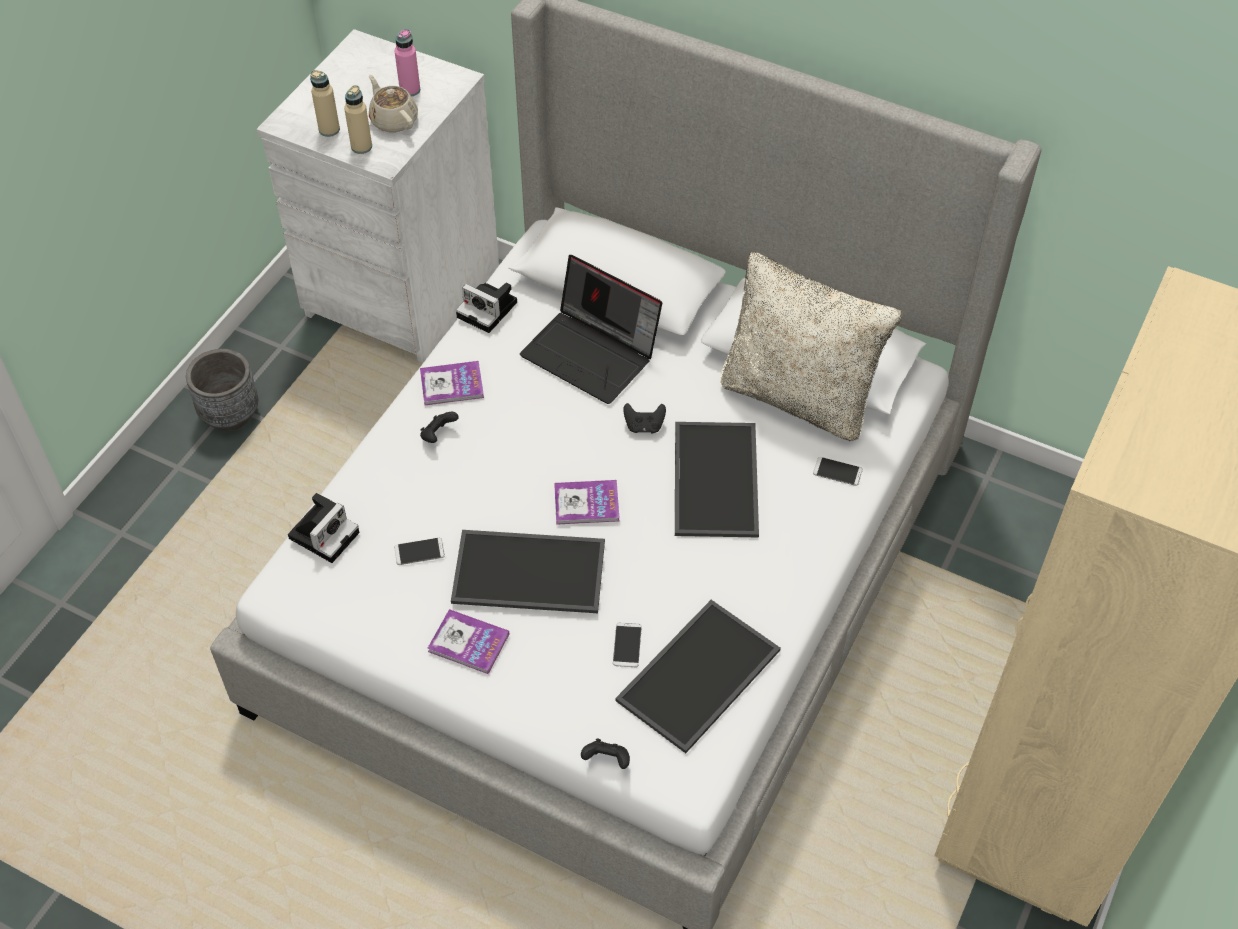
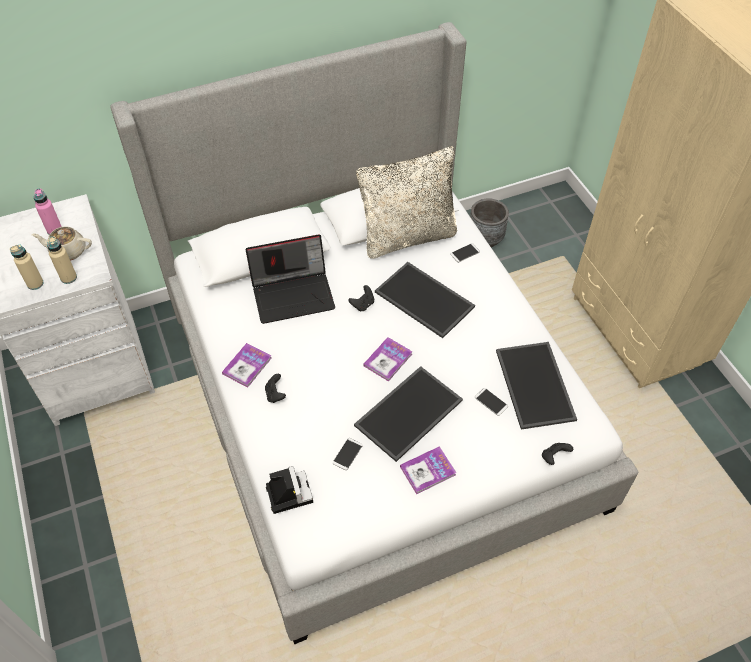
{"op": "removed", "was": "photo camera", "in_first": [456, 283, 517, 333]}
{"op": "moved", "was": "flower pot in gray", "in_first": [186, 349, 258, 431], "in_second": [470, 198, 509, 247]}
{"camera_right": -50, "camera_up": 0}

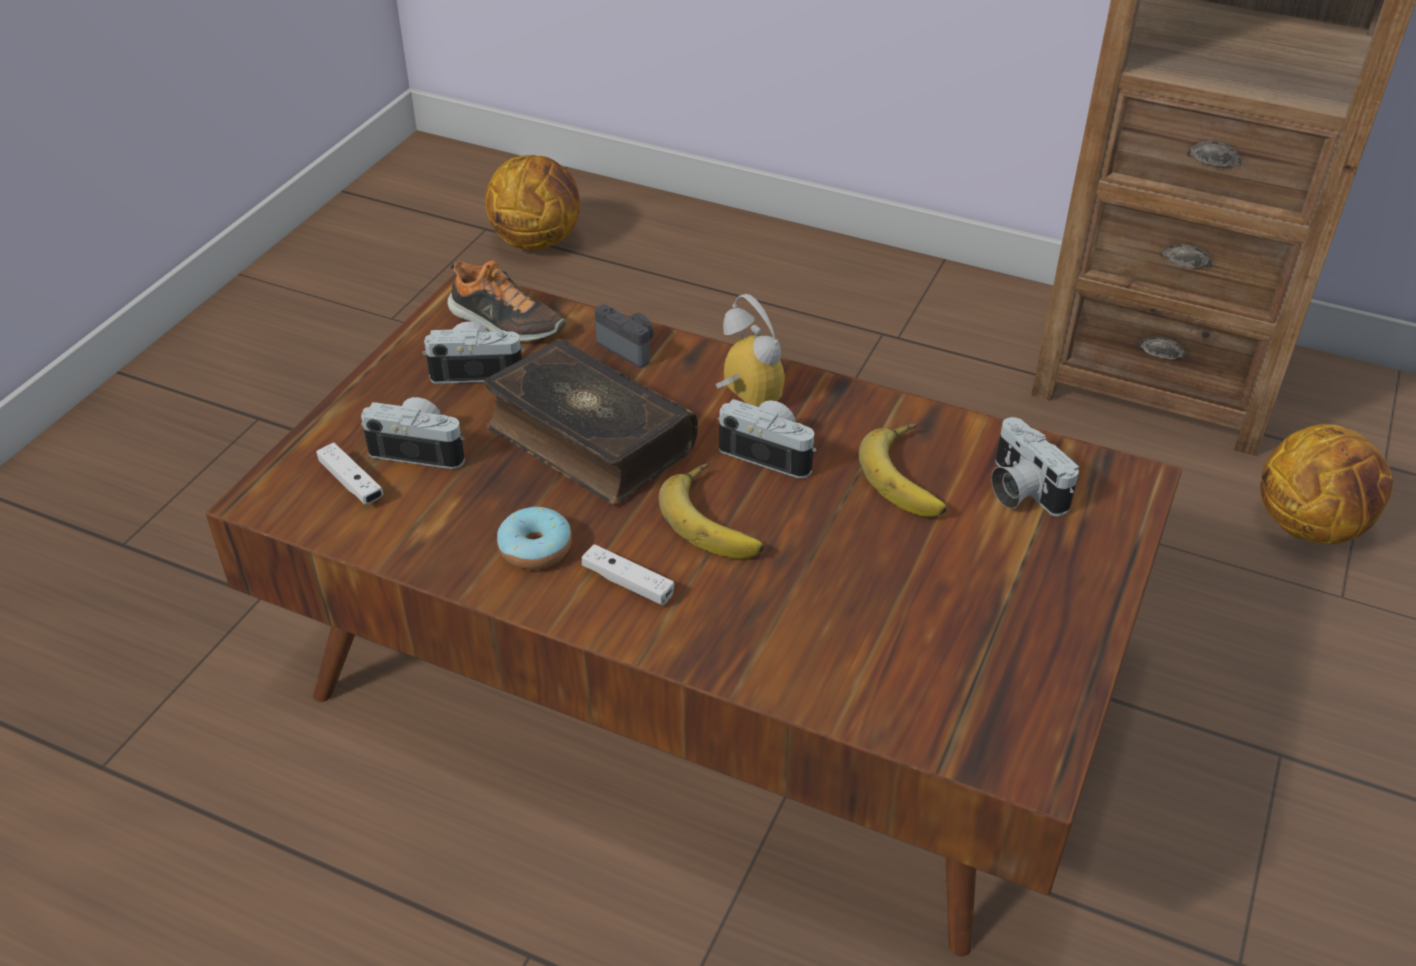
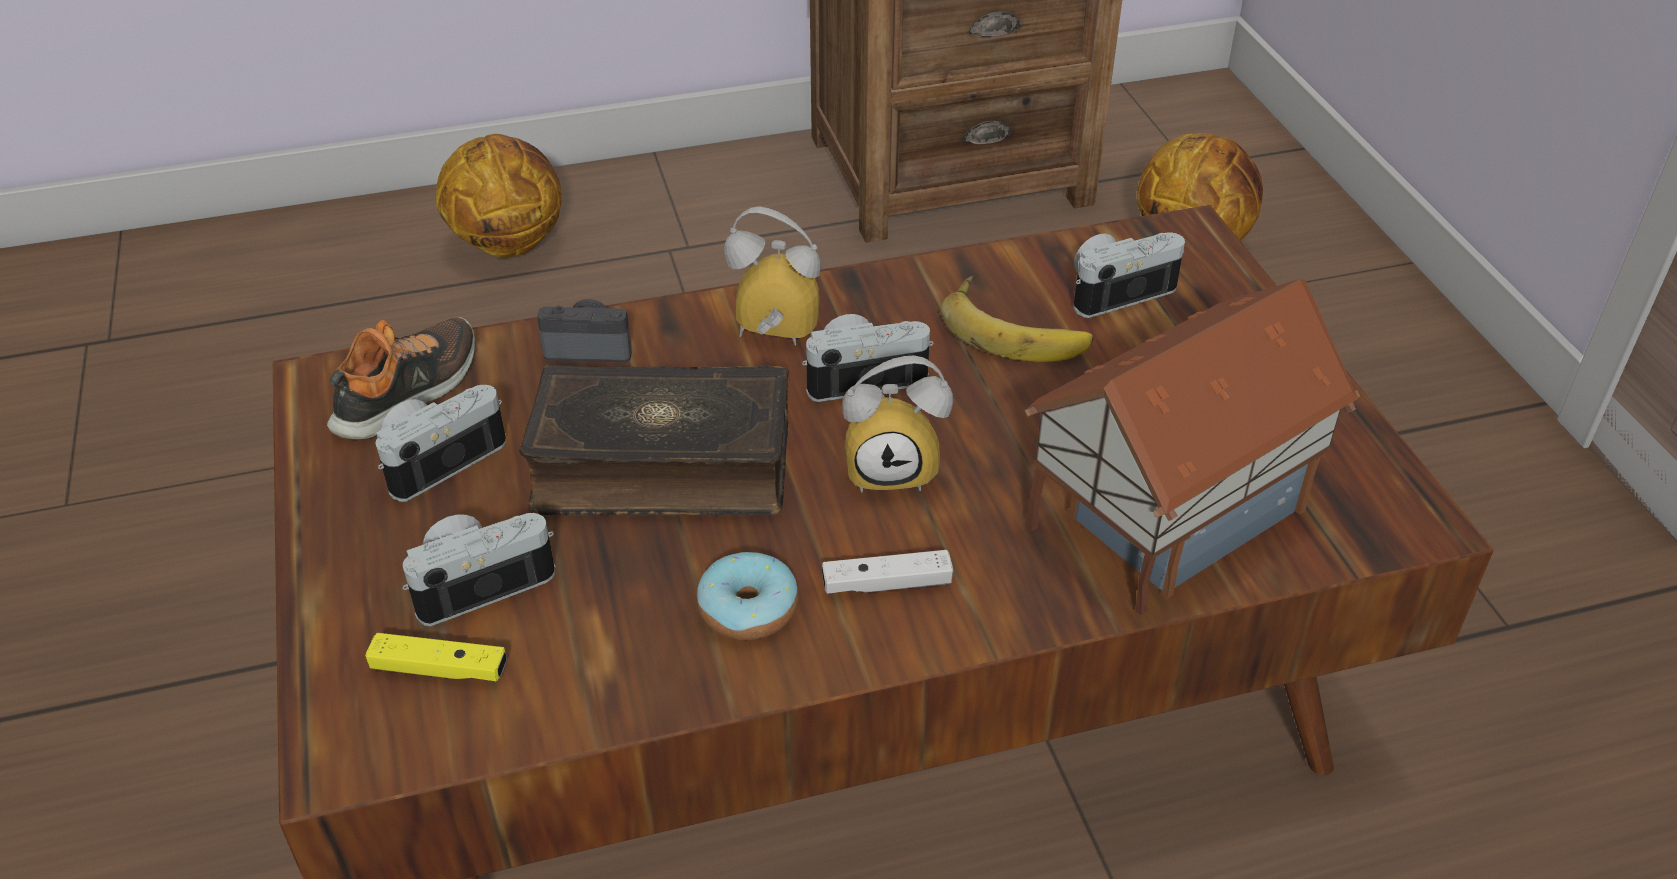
{"op": "added", "now": "toy house", "in_second": [1025, 279, 1360, 615]}
{"op": "moved", "was": "ball for basketball", "in_first": [485, 155, 580, 251], "in_second": [436, 134, 561, 259]}
{"op": "replaced", "was": "banana fruit", "now": "alarm clock", "in_first": [659, 463, 764, 559], "in_second": [842, 355, 953, 492]}
{"op": "recoloured", "was": "gamepad in white", "now": "gamepad in yellowish", "in_first": [316, 442, 383, 504], "in_second": [365, 633, 507, 681]}
{"op": "turned", "was": "shoe", "in_first": [447, 260, 566, 342], "in_second": [327, 317, 475, 440], "clockwise": -45}
{"op": "turned", "was": "photo camera", "in_first": [991, 417, 1079, 516], "in_second": [1073, 232, 1185, 318], "clockwise": 135}
{"camera_right": -40, "camera_up": 0}

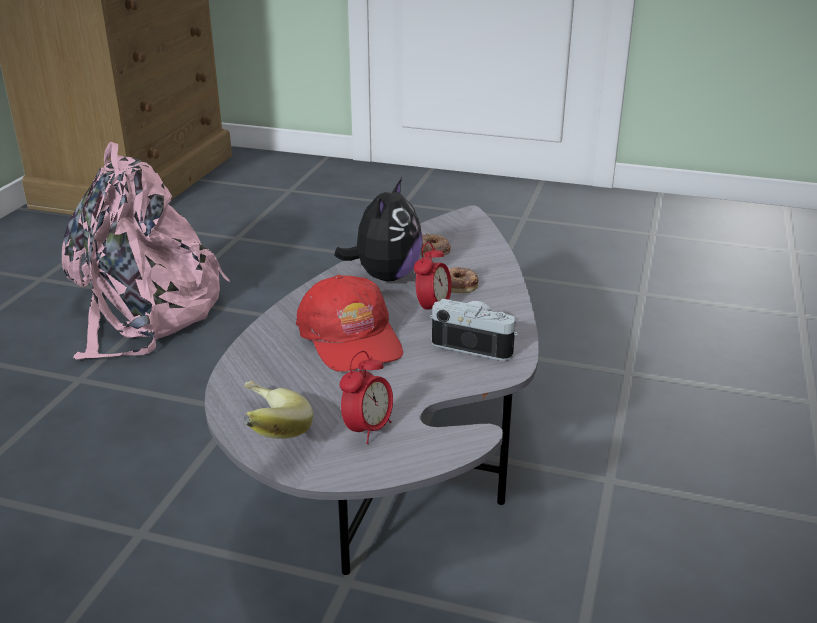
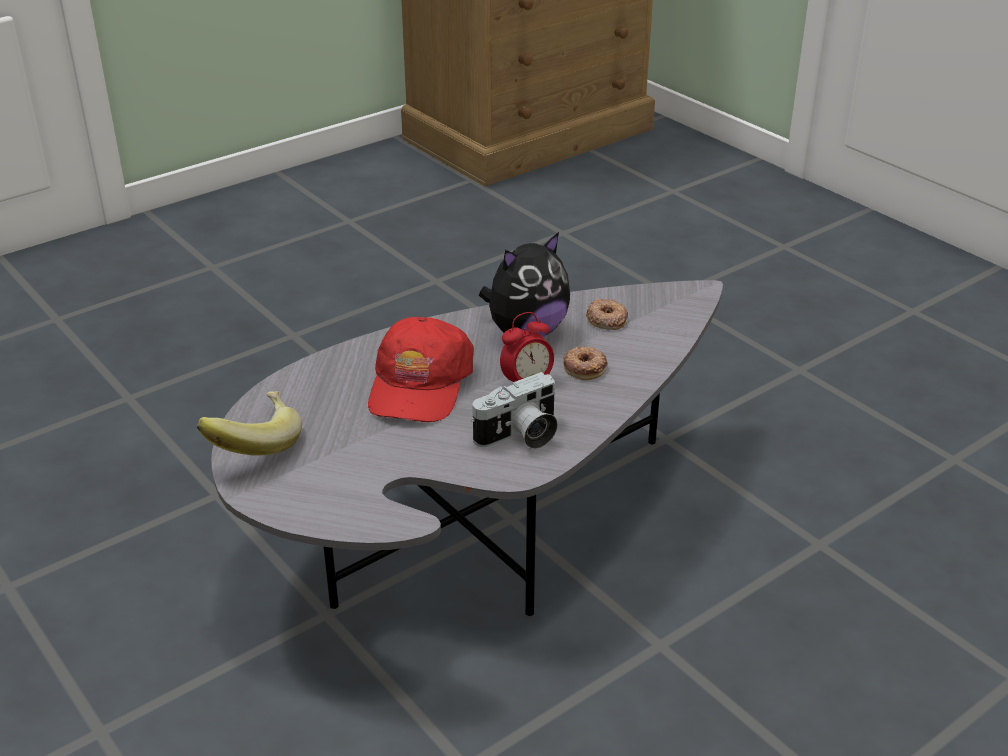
{"op": "removed", "was": "knapsack in pinkish", "in_first": [62, 142, 230, 360]}
{"op": "removed", "was": "alarm clock", "in_first": [340, 351, 393, 444]}
{"op": "turned", "was": "photo camera", "in_first": [430, 298, 518, 361], "in_second": [471, 372, 558, 449], "clockwise": 90}
{"camera_right": 35, "camera_up": 5}

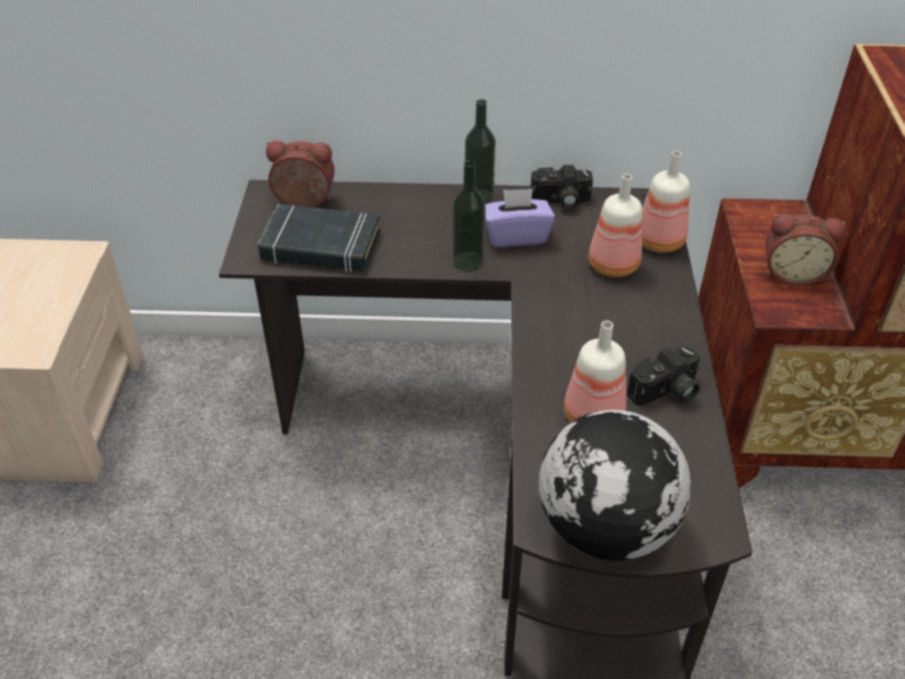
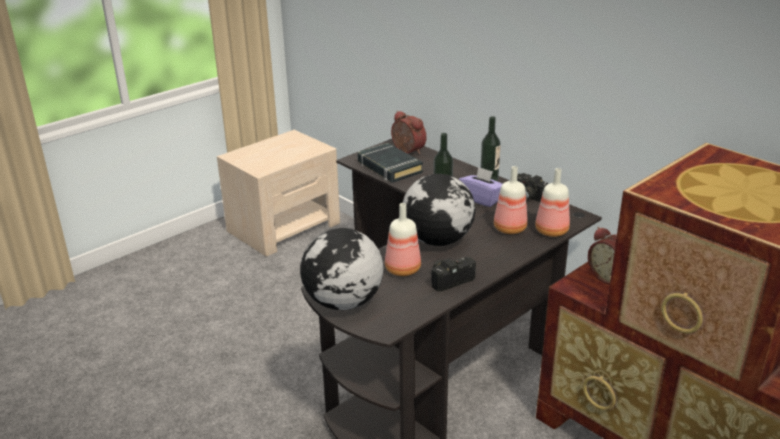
{"op": "added", "now": "world globe", "in_second": [403, 174, 475, 246]}
{"op": "turned", "was": "photo camera", "in_first": [627, 346, 700, 405], "in_second": [431, 257, 476, 292], "clockwise": 135}
{"camera_right": 45, "camera_up": -15}

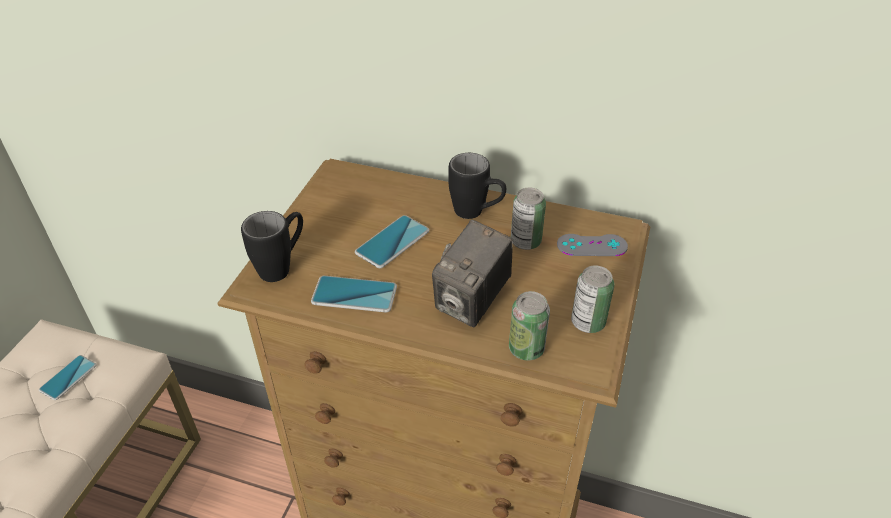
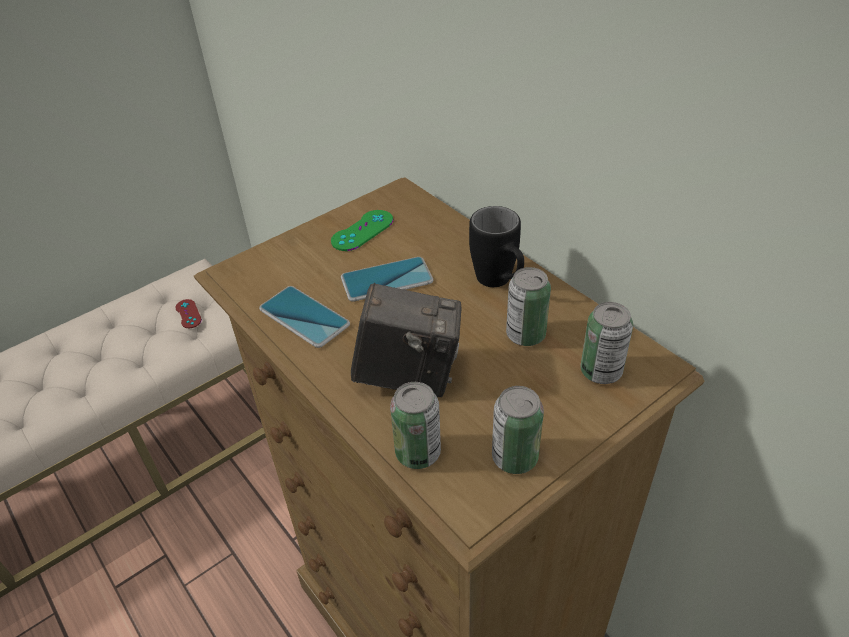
{"op": "removed", "was": "mug in black-coloured", "in_first": [241, 211, 303, 282]}
{"op": "added", "now": "gamepad in greenish", "in_second": [331, 210, 393, 251]}
{"op": "replaced", "was": "handset", "now": "gamepad in reddish", "in_first": [39, 355, 97, 400], "in_second": [175, 299, 202, 328]}
{"op": "replaced", "was": "gamepad in gray", "now": "sealed can", "in_first": [557, 234, 628, 256], "in_second": [580, 302, 633, 384]}
{"op": "turned", "was": "photo camera", "in_first": [432, 220, 513, 327], "in_second": [351, 283, 462, 397], "clockwise": -150}
{"camera_right": 35, "camera_up": 0}

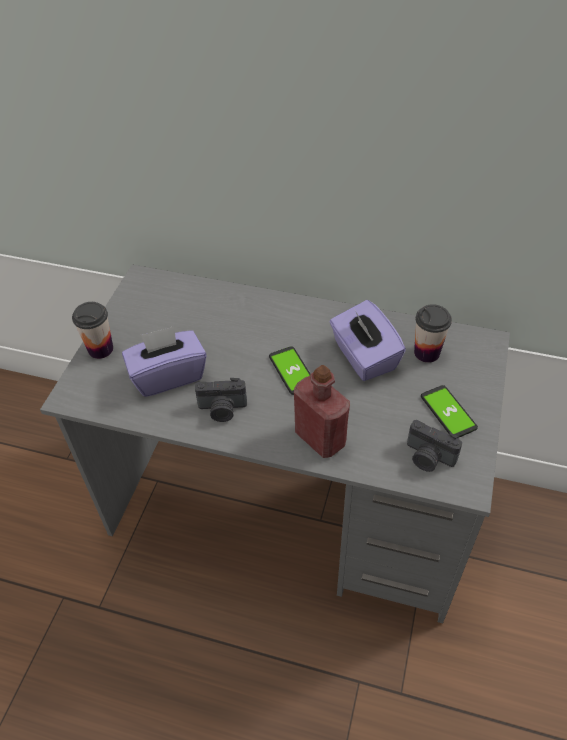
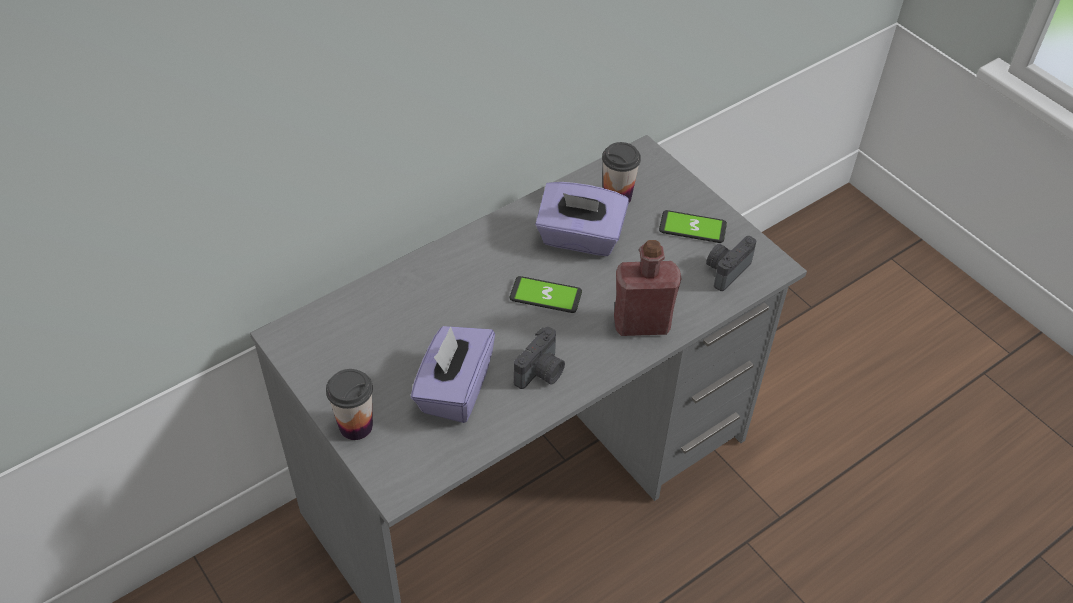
{"op": "turned", "was": "photo camera", "in_first": [407, 420, 462, 472], "in_second": [706, 236, 756, 291], "clockwise": 150}
{"camera_right": -55, "camera_up": 0}

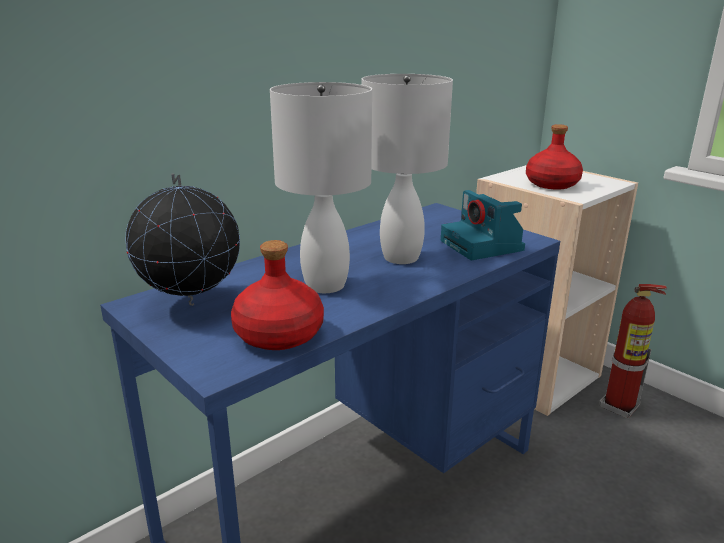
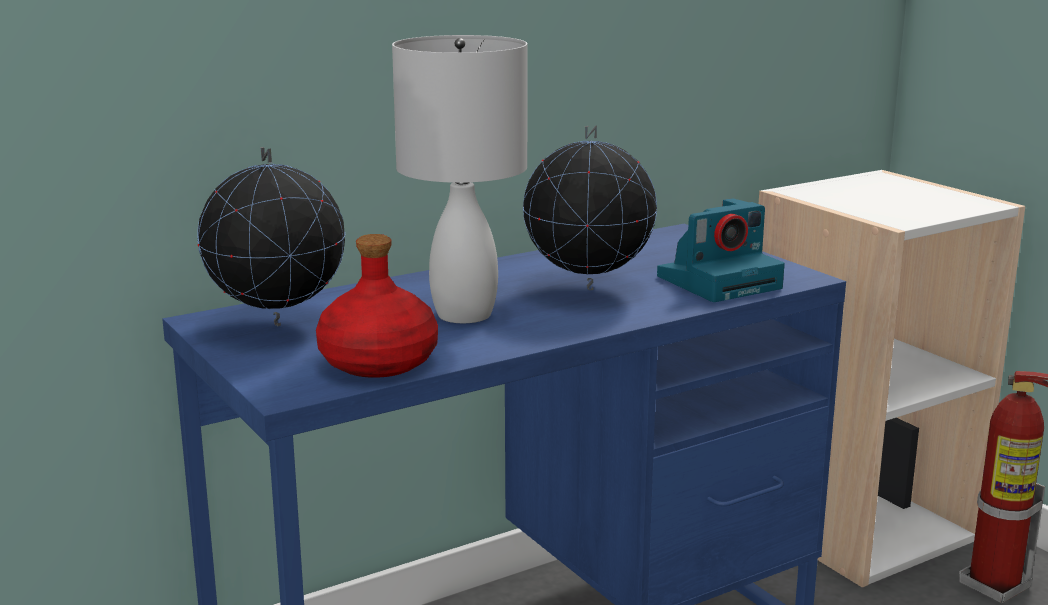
{"op": "removed", "was": "beverage bottle in reddish", "in_first": [526, 124, 583, 189]}
{"op": "replaced", "was": "tabletop lamp in white", "now": "world globe", "in_first": [362, 74, 453, 264], "in_second": [523, 125, 657, 290]}
{"op": "turned", "was": "photo camera", "in_first": [441, 190, 525, 260], "in_second": [657, 198, 785, 302], "clockwise": -105}
{"camera_right": 10, "camera_up": -5}

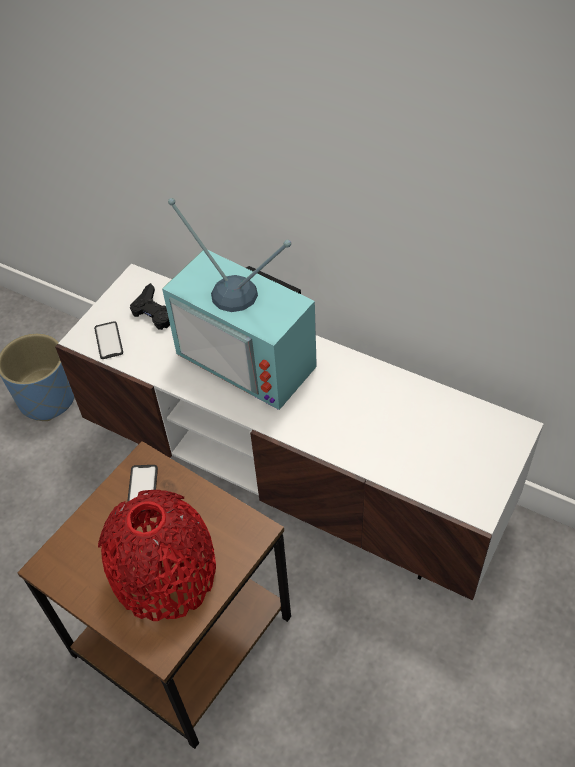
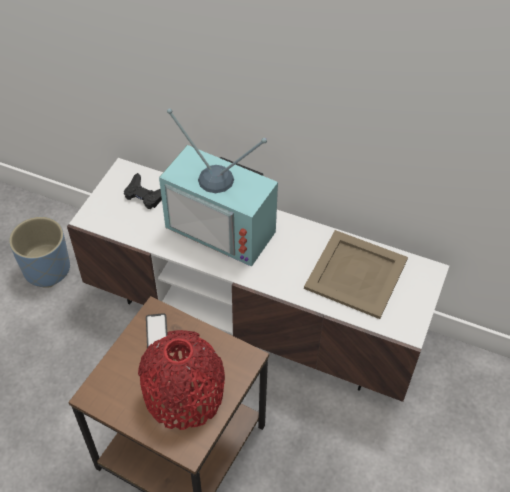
{"op": "removed", "was": "handset", "in_first": [94, 321, 123, 359]}
{"op": "added", "now": "serving tray in sand-coloured", "in_second": [304, 230, 408, 319]}
{"camera_right": -10, "camera_up": 0}

